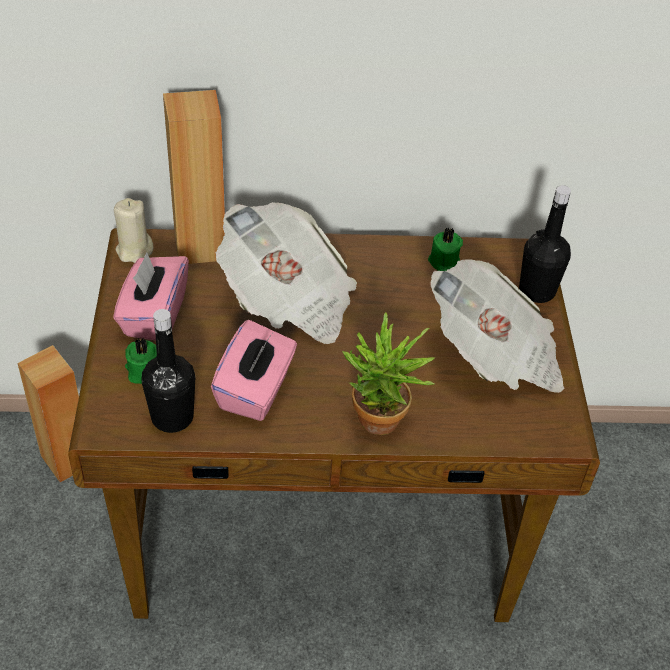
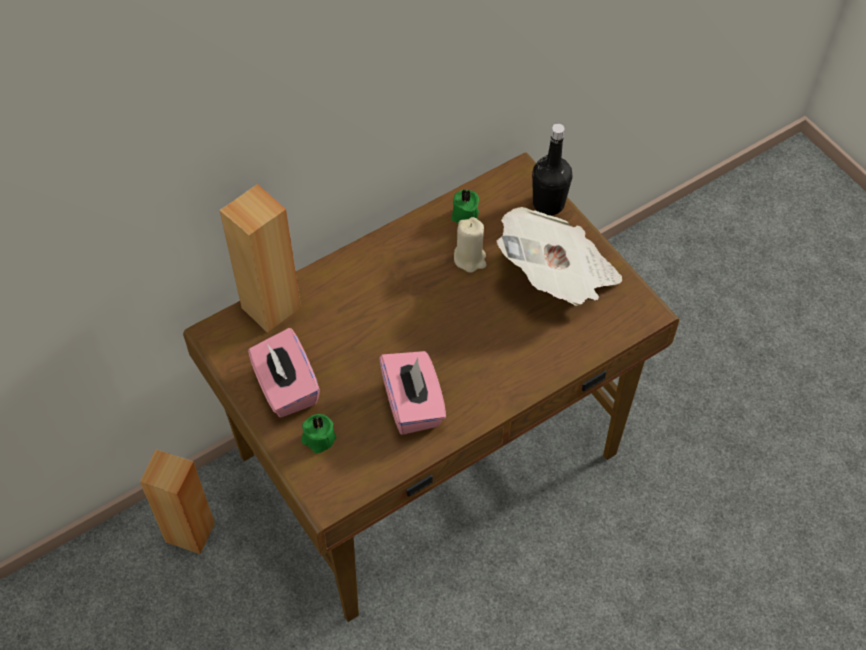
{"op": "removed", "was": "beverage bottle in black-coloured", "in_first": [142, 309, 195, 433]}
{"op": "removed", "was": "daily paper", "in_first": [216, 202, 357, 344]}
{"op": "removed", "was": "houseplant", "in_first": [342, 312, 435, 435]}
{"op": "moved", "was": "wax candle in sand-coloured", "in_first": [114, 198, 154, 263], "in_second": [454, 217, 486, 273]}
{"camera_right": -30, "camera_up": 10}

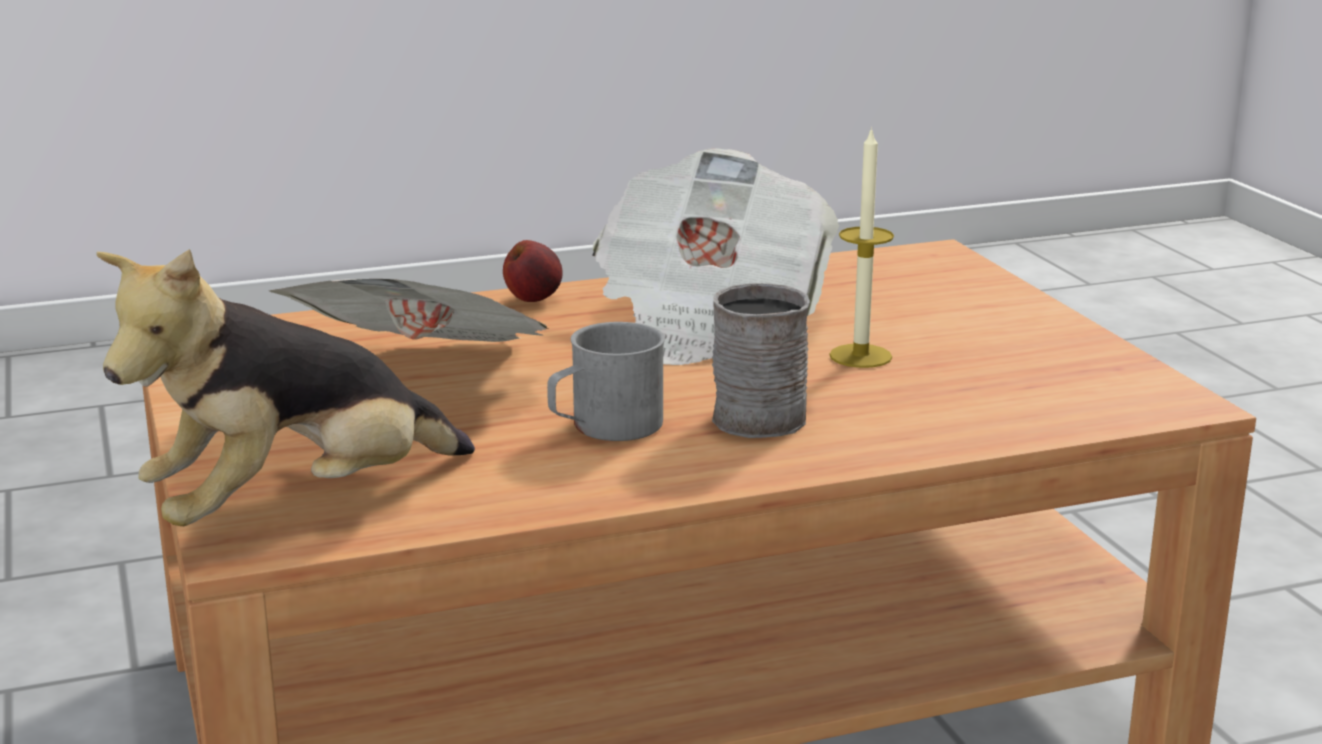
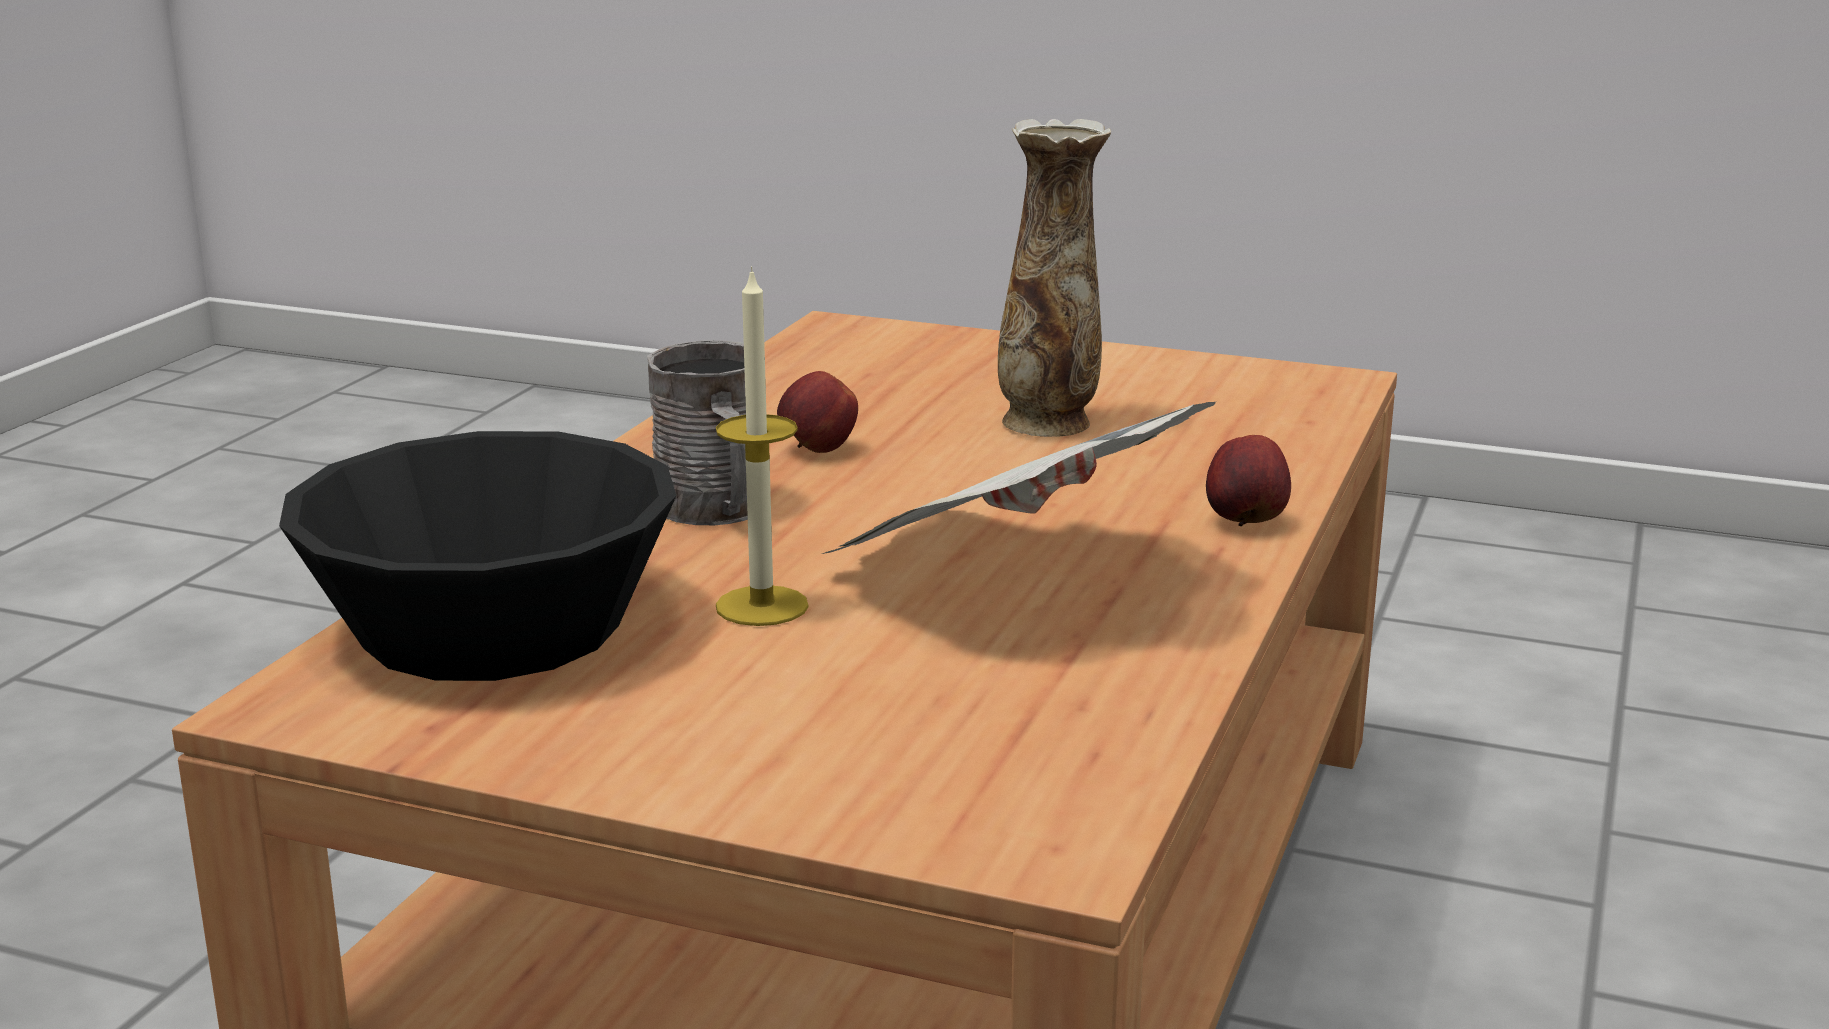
{"op": "removed", "was": "plush toy", "in_first": [96, 249, 475, 526]}
{"op": "added", "now": "serving bowl in black-coloured", "in_second": [279, 431, 676, 681]}
{"op": "replaced", "was": "daily paper", "now": "flower vase", "in_first": [269, 279, 548, 342], "in_second": [998, 119, 1111, 437]}
{"op": "replaced", "was": "mug in gray", "now": "apple fruit", "in_first": [547, 322, 665, 441], "in_second": [777, 371, 858, 453]}
{"camera_right": 130, "camera_up": 0}

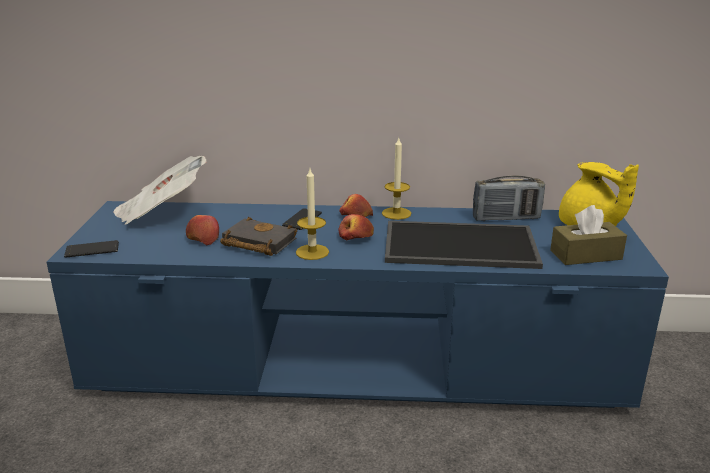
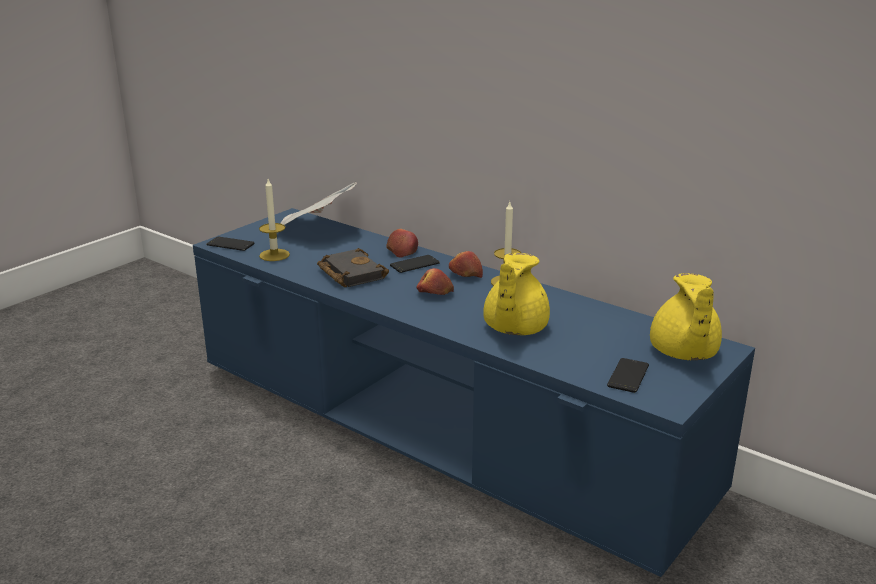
{"op": "removed", "was": "radio set", "in_first": [473, 175, 545, 221]}
{"op": "moved", "was": "apple fruit", "in_first": [186, 215, 219, 245], "in_second": [386, 229, 418, 258]}
{"op": "moved", "was": "wax candle", "in_first": [296, 169, 329, 260], "in_second": [259, 179, 290, 261]}
{"op": "replaced", "was": "serving tray", "now": "teapot in yellowish", "in_first": [385, 221, 543, 269], "in_second": [483, 253, 550, 335]}
{"op": "replaced", "was": "tissue holder in brown", "now": "handset", "in_first": [550, 205, 627, 265], "in_second": [607, 358, 649, 393]}
{"camera_right": 35, "camera_up": 0}

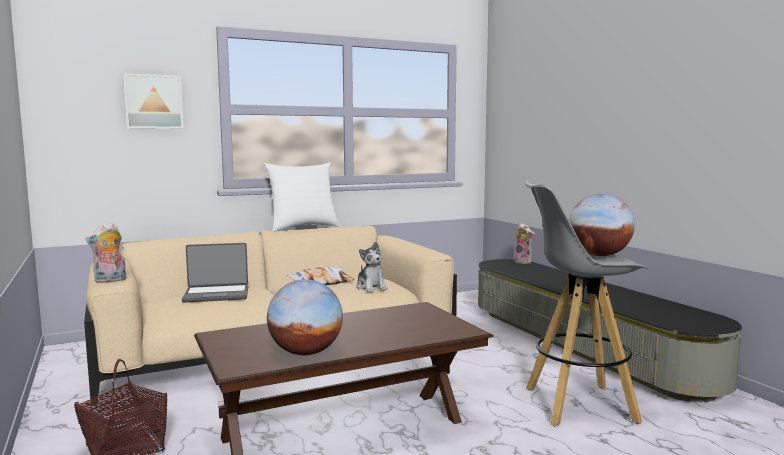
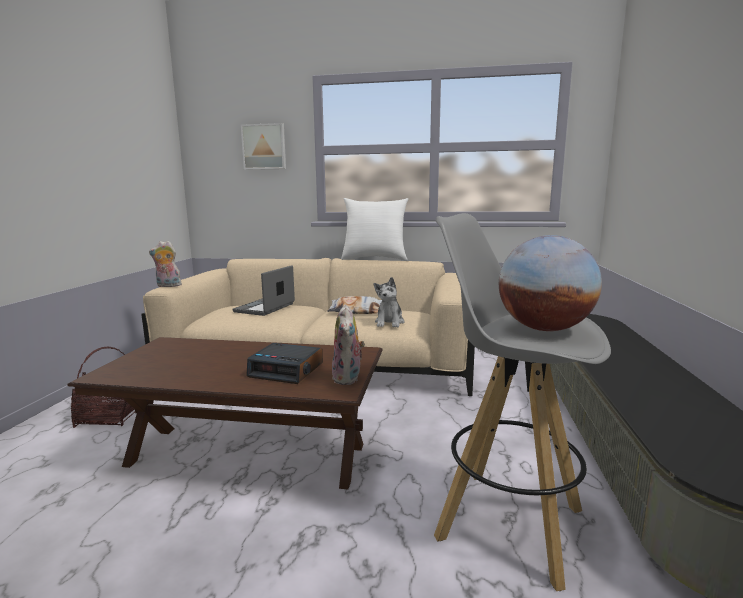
{"op": "removed", "was": "world globe", "in_first": [267, 279, 343, 355]}
{"op": "added", "now": "alarm clock", "in_second": [246, 343, 323, 384]}
{"op": "moved", "was": "plush toy", "in_first": [513, 223, 535, 264], "in_second": [332, 305, 365, 385]}
{"op": "turned", "was": "portable computer", "in_first": [182, 243, 248, 303], "in_second": [232, 265, 295, 316], "clockwise": 90}
{"camera_right": 35, "camera_up": 5}

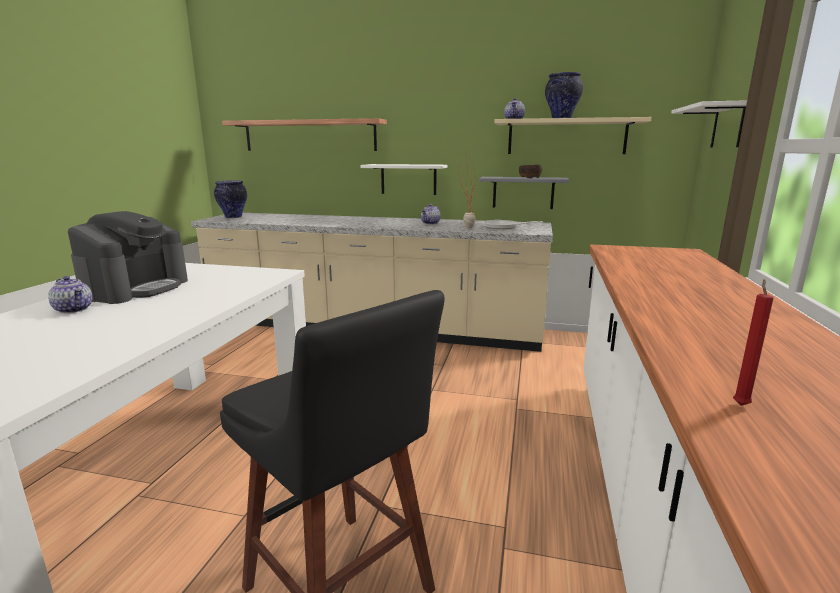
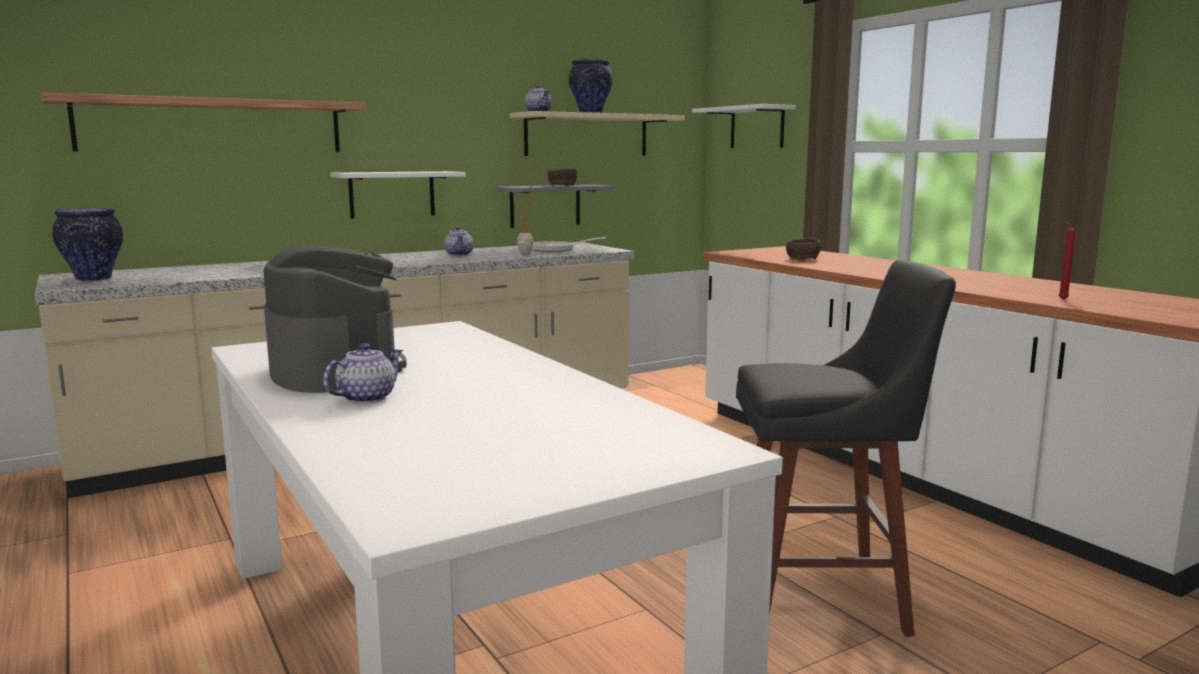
{"op": "added", "now": "serving bowl in brown", "in_second": [786, 238, 821, 260]}
{"op": "turned", "was": "teapot", "in_first": [48, 276, 93, 314], "in_second": [323, 343, 403, 404], "clockwise": -45}
{"camera_right": -45, "camera_up": -5}

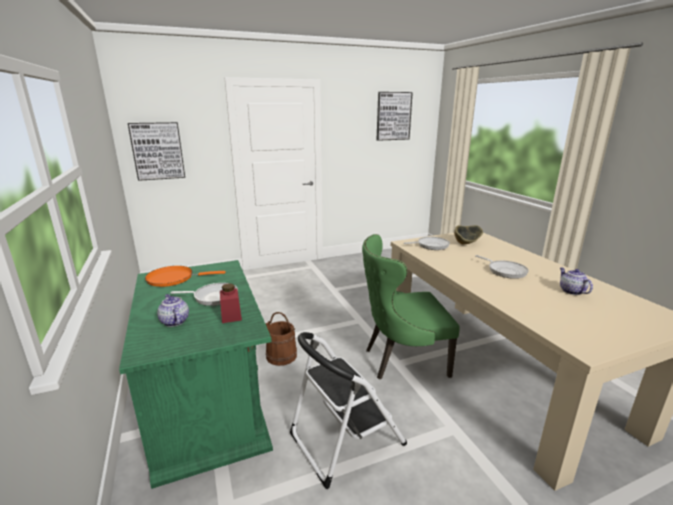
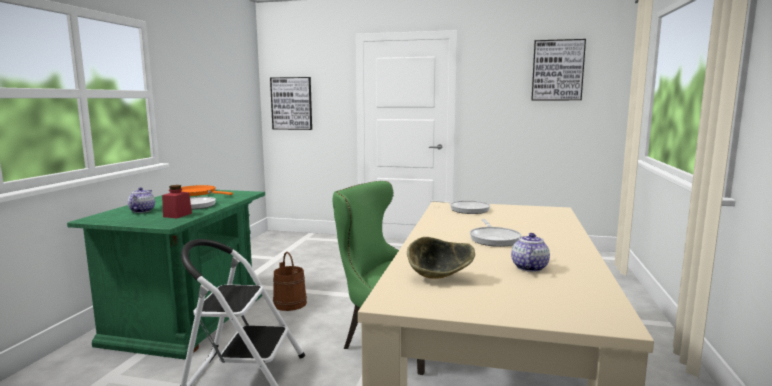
{"op": "moved", "was": "serving bowl", "in_first": [454, 225, 483, 245], "in_second": [407, 237, 475, 279]}
{"camera_right": 35, "camera_up": -10}

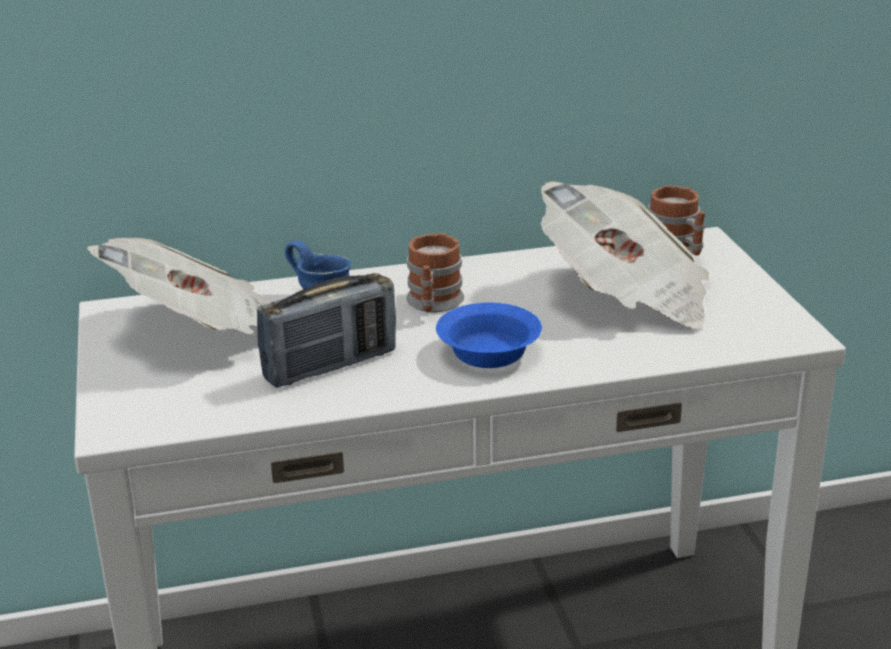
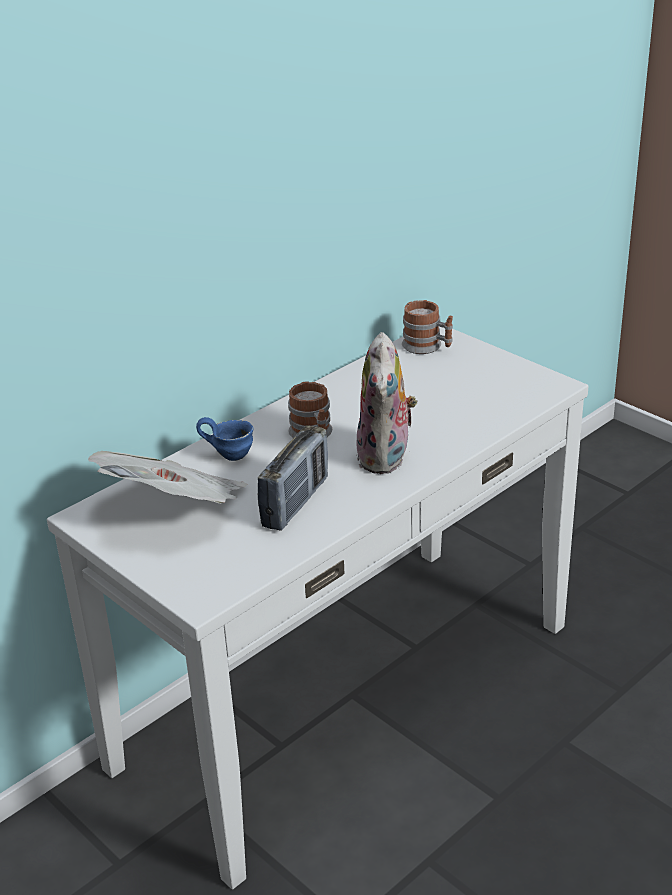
{"op": "removed", "was": "daily paper", "in_first": [540, 181, 709, 329]}
{"op": "replaced", "was": "serving bowl in blue", "now": "plush toy", "in_first": [436, 303, 542, 368], "in_second": [356, 332, 417, 474]}
{"camera_right": -30, "camera_up": 5}

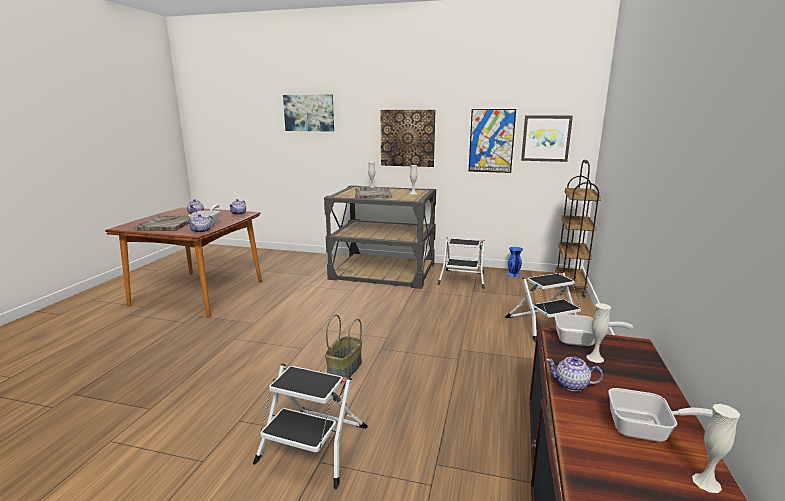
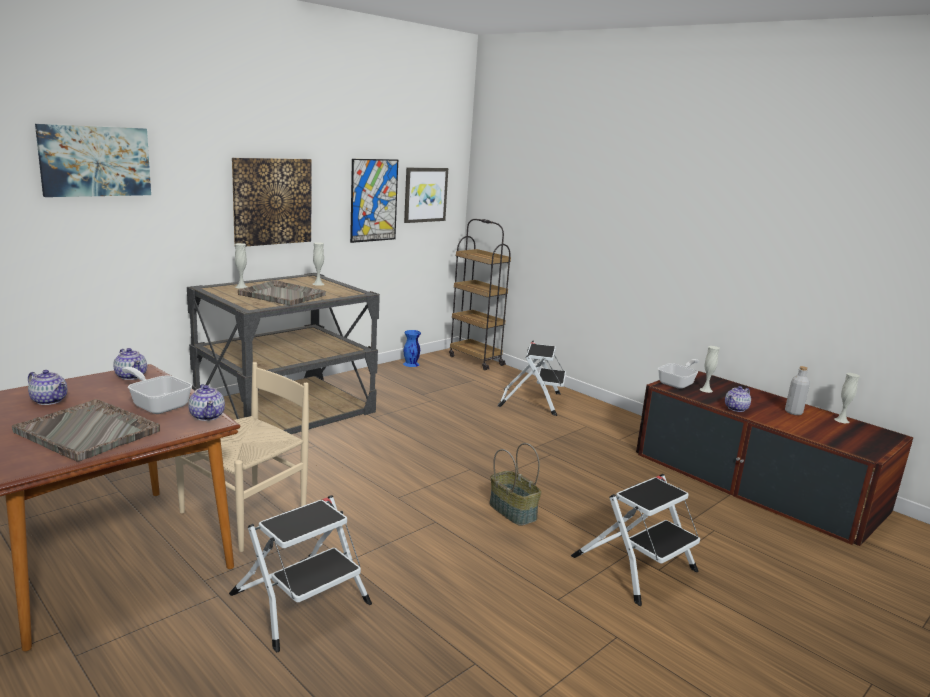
{"op": "added", "now": "plain chair in sand-coloured", "in_second": [175, 362, 309, 552]}
{"op": "moved", "was": "stepladder", "in_first": [438, 238, 485, 289], "in_second": [229, 495, 372, 652]}
{"op": "replaced", "was": "pan", "now": "beverage bottle in gray", "in_first": [608, 388, 713, 442], "in_second": [785, 366, 810, 415]}
{"camera_right": -60, "camera_up": 0}

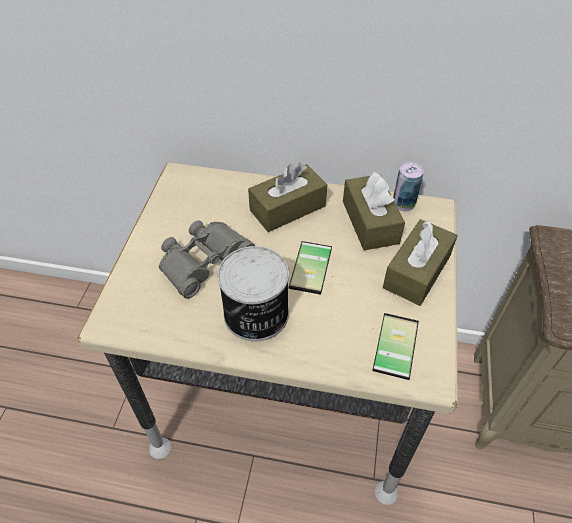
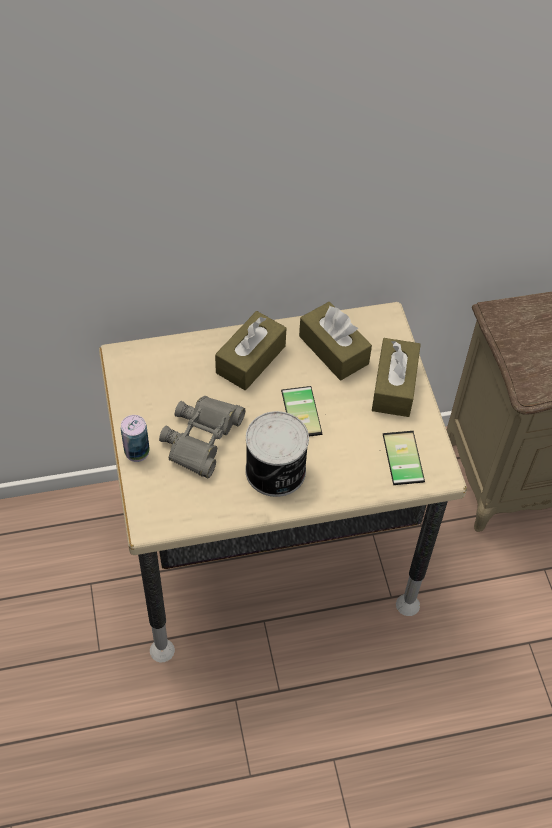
{"op": "moved", "was": "sealed can", "in_first": [393, 162, 424, 212], "in_second": [121, 415, 150, 462]}
{"camera_right": -25, "camera_up": 5}

